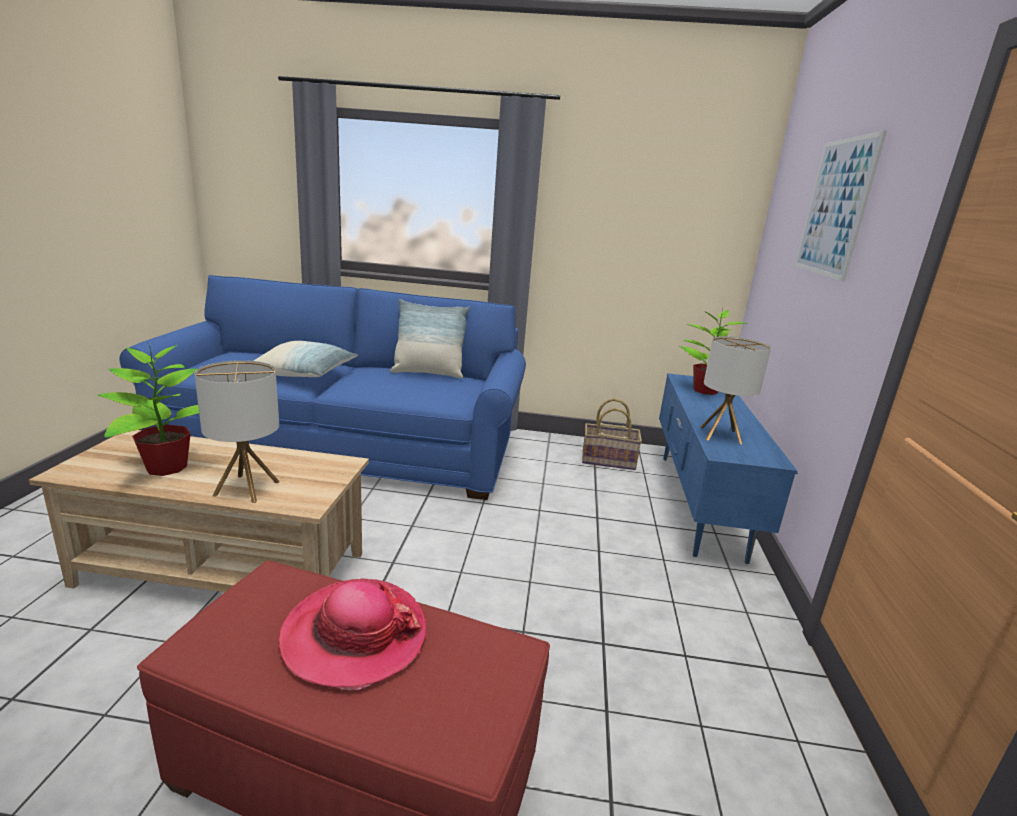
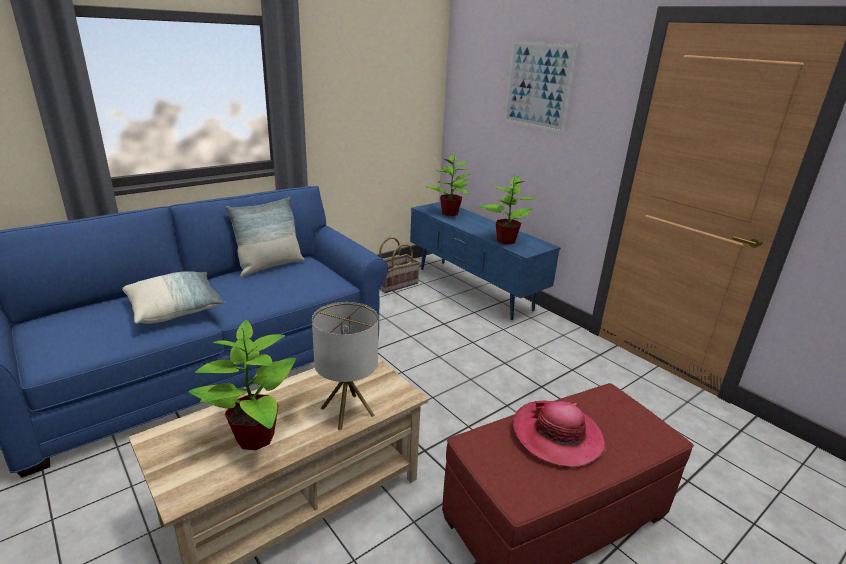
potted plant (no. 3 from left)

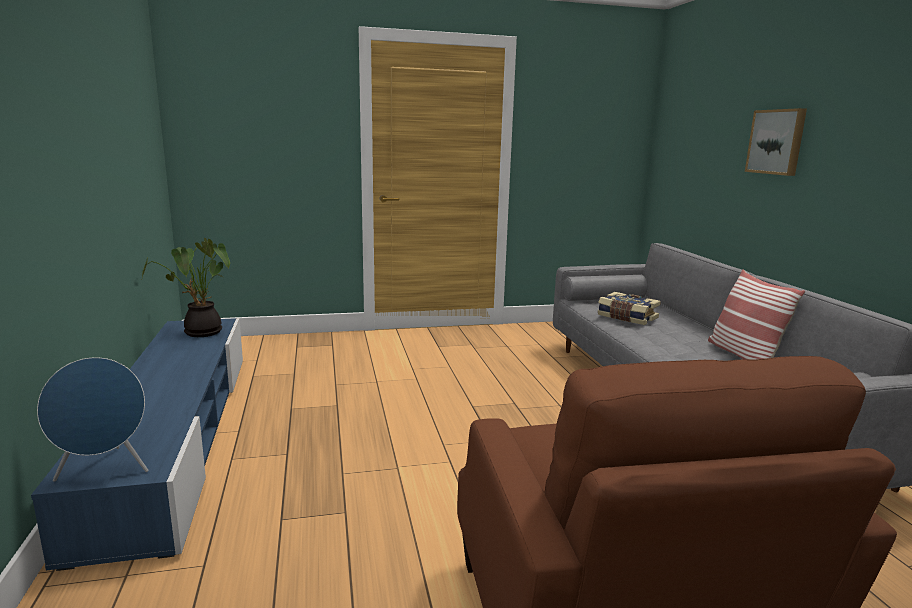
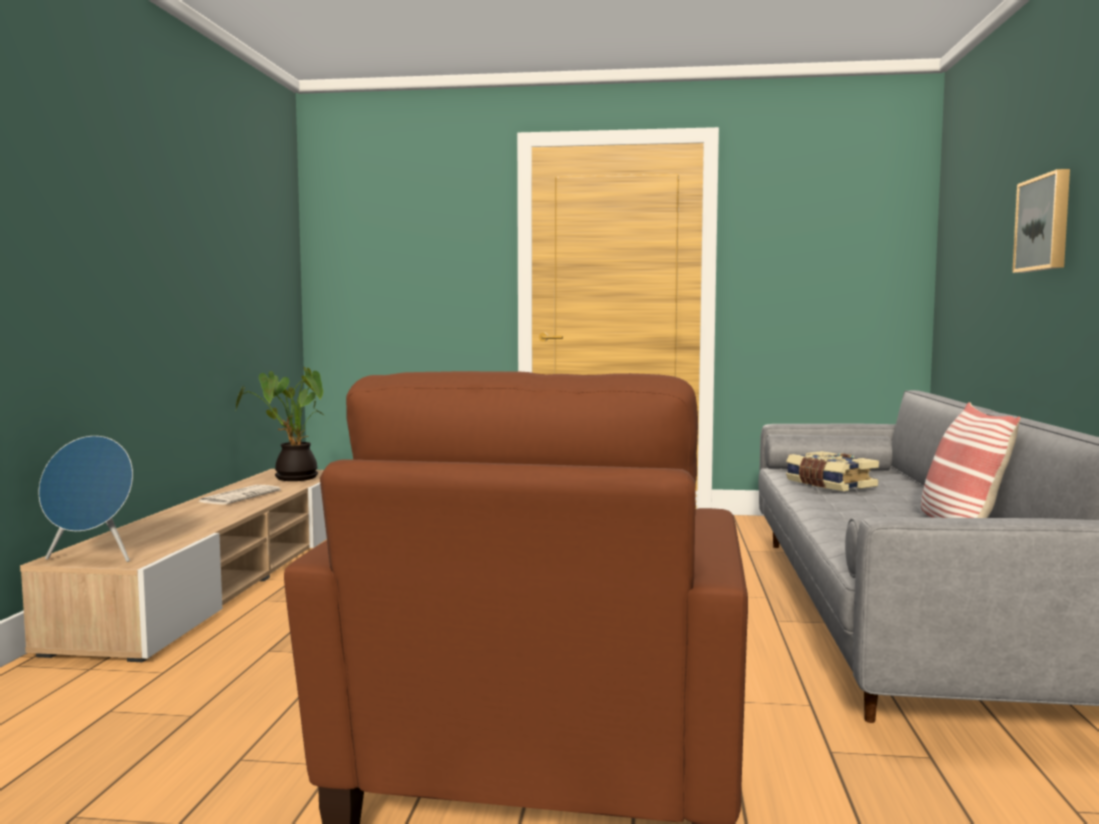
beige tv stand
newspaper

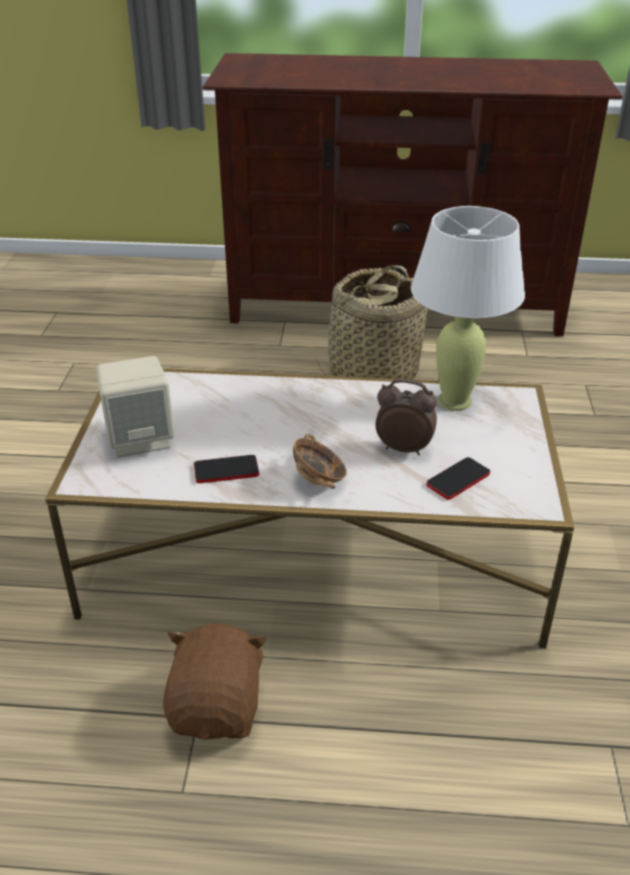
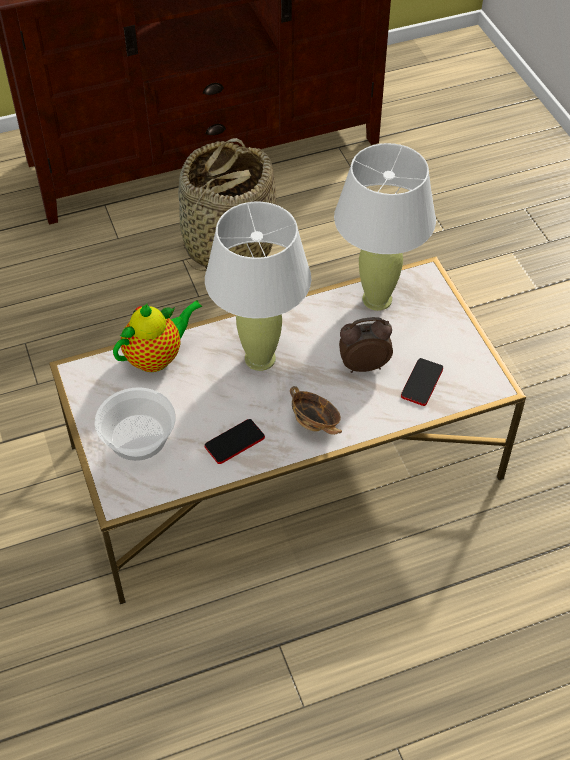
bowl (no. 1 from left)
teapot
white table lamp (no. 1 from left)
brown plush toy

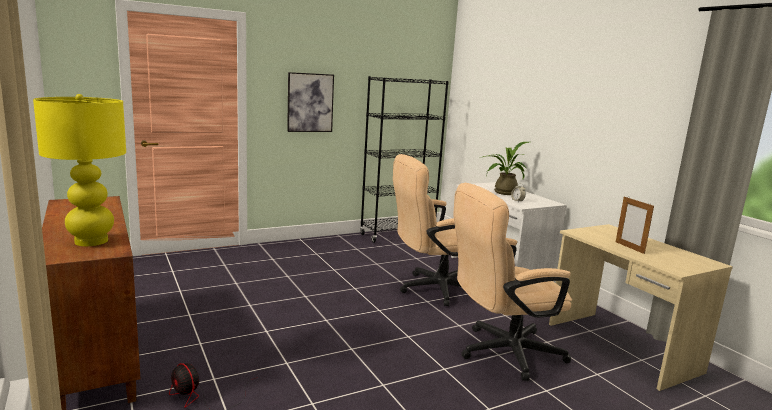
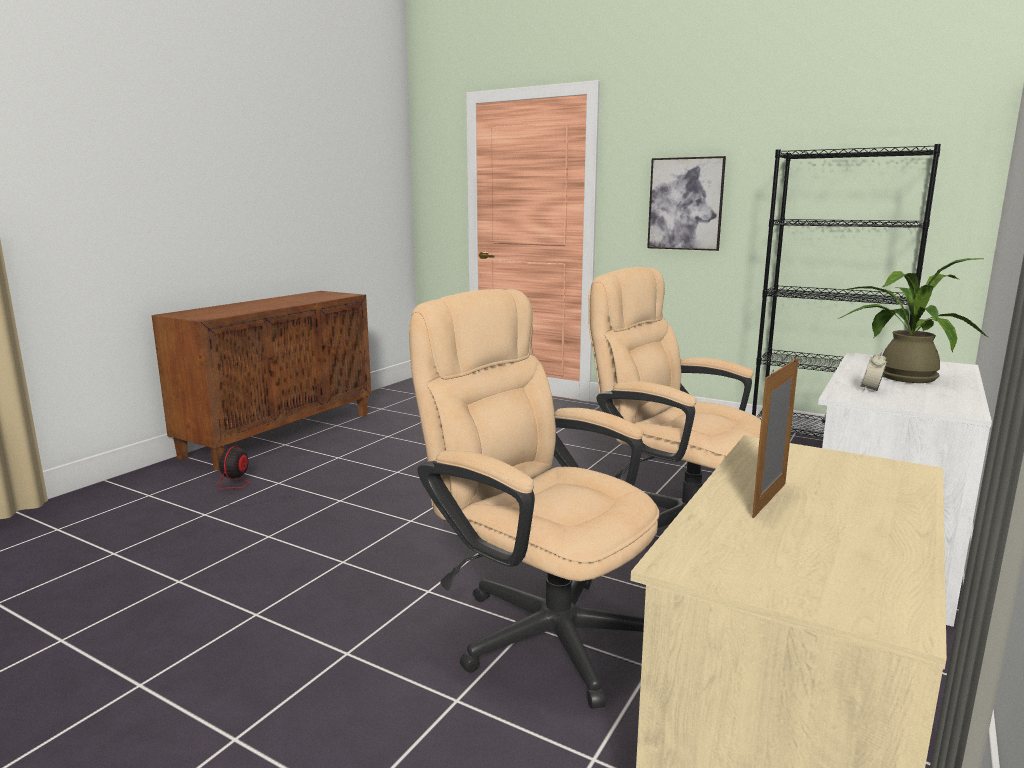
yellow table lamp

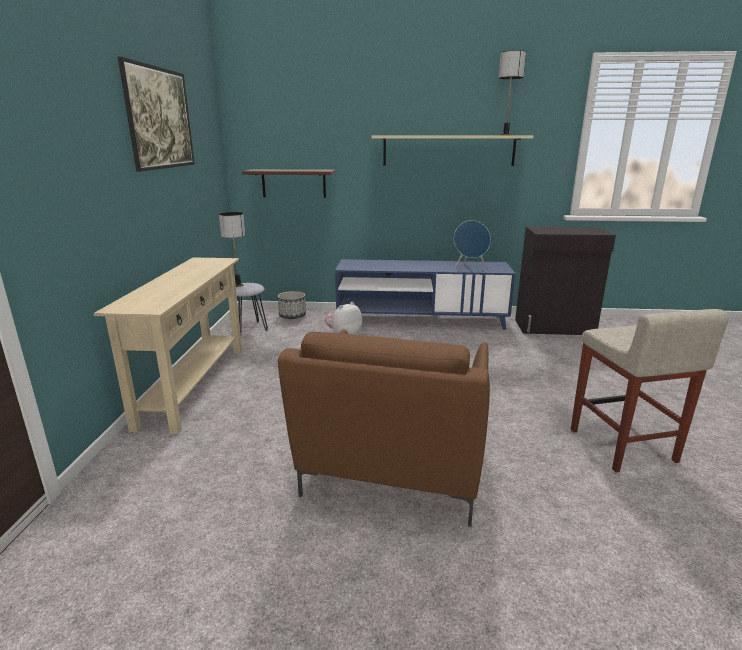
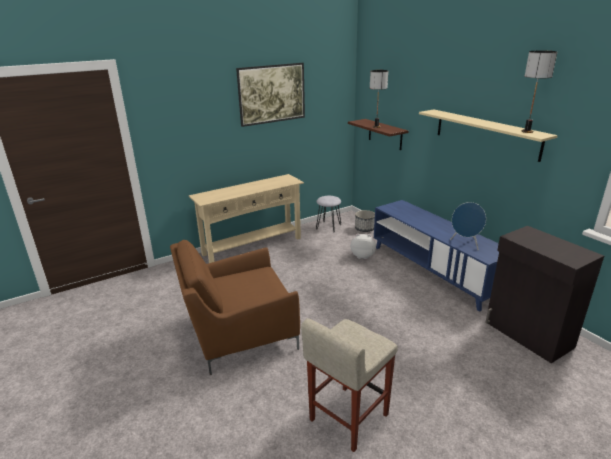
table lamp (no. 1 from left)

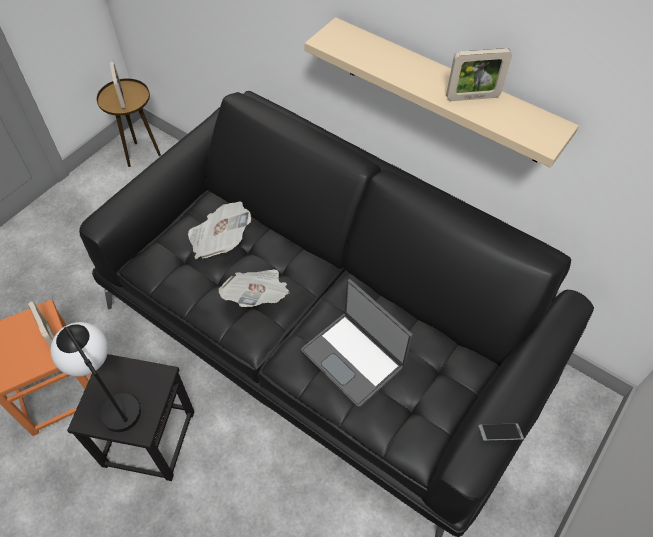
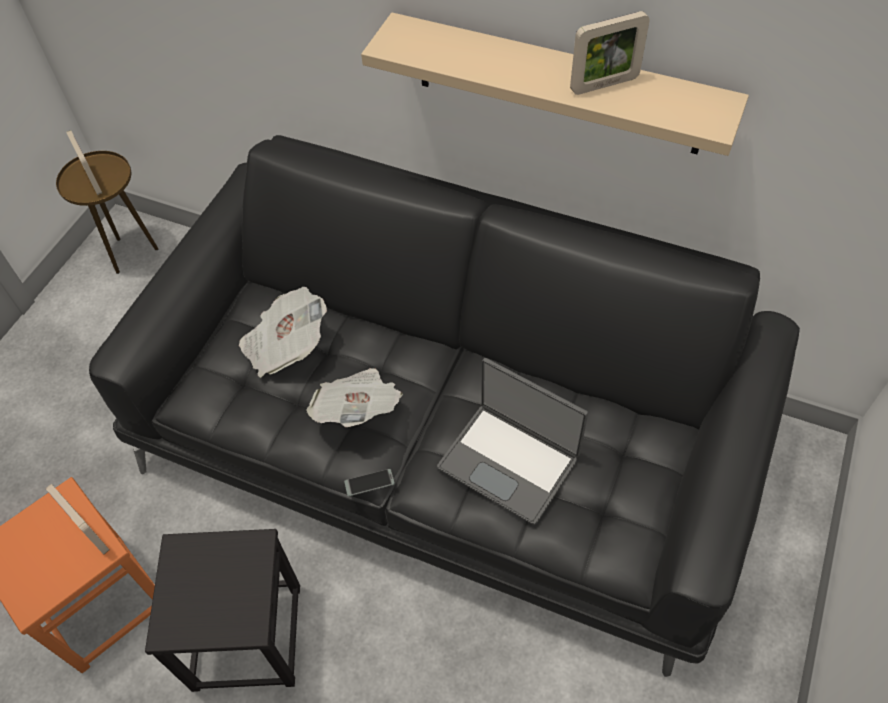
phone
table lamp

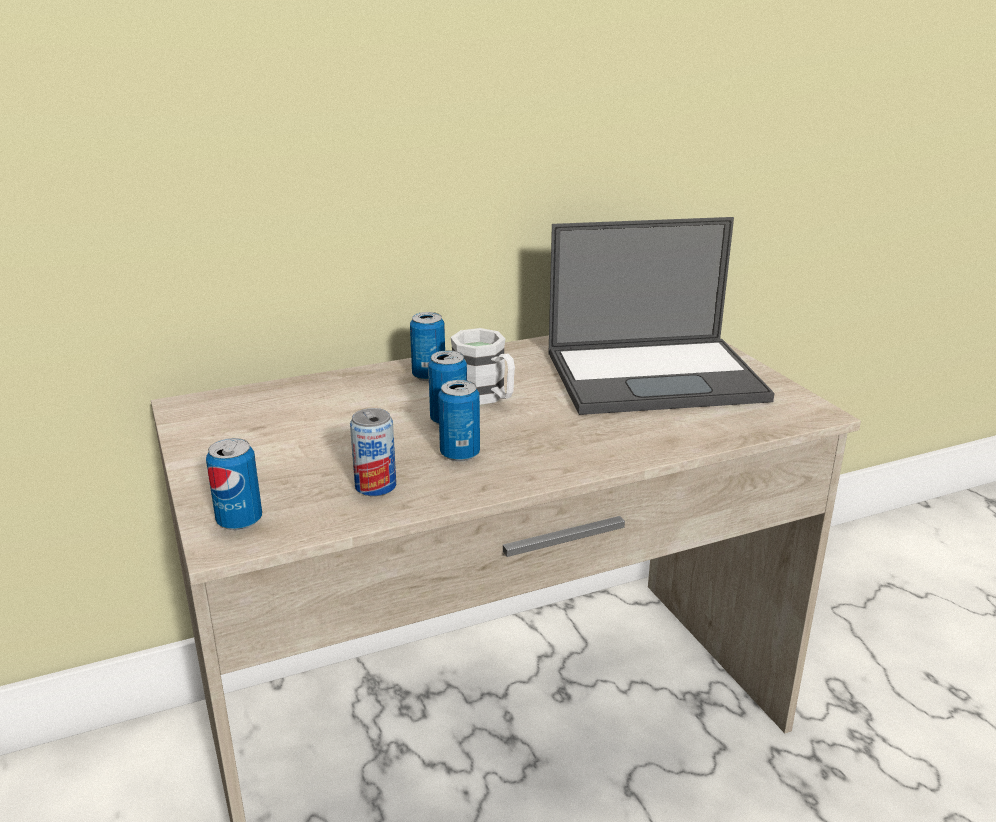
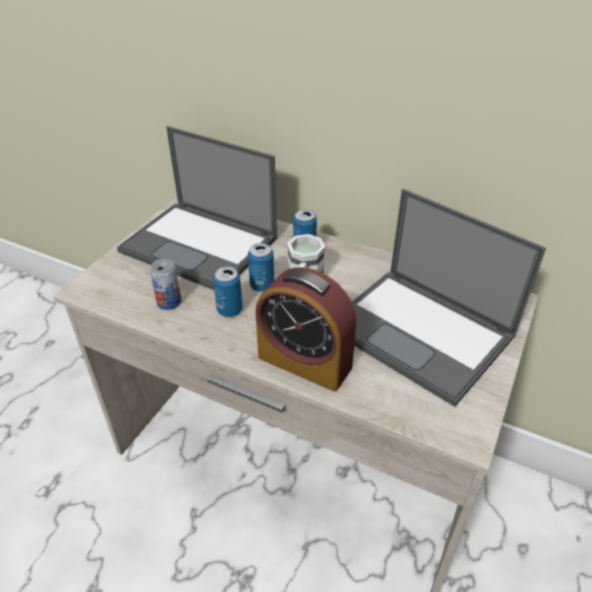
laptop (no. 1 from left)
alarm clock
can (no. 1 from left in the first image)

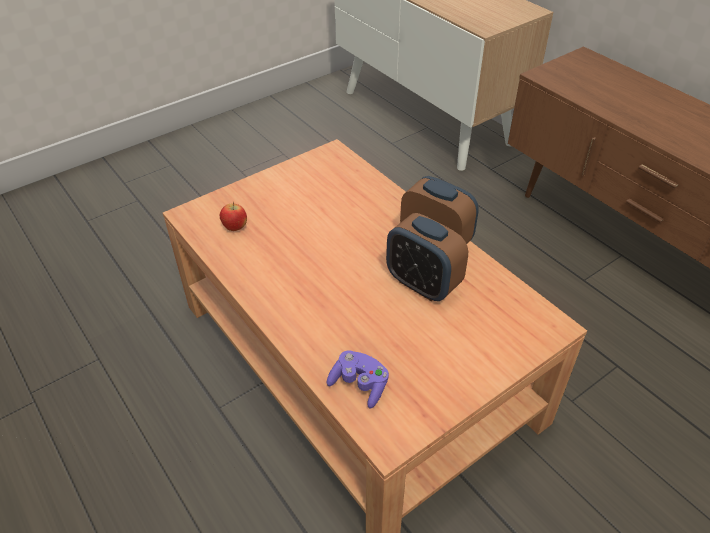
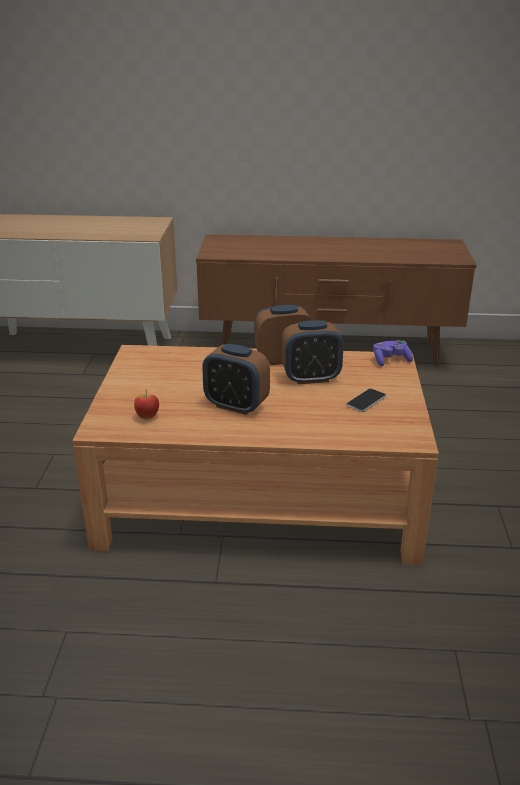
alarm clock (no. 1 from left)
phone
purple game controller

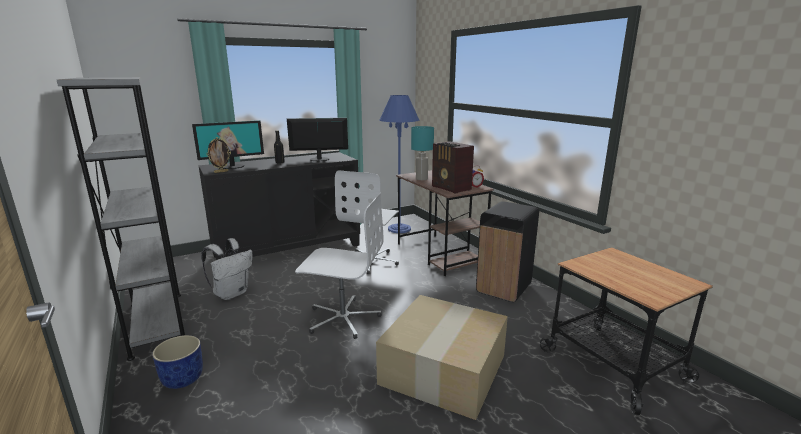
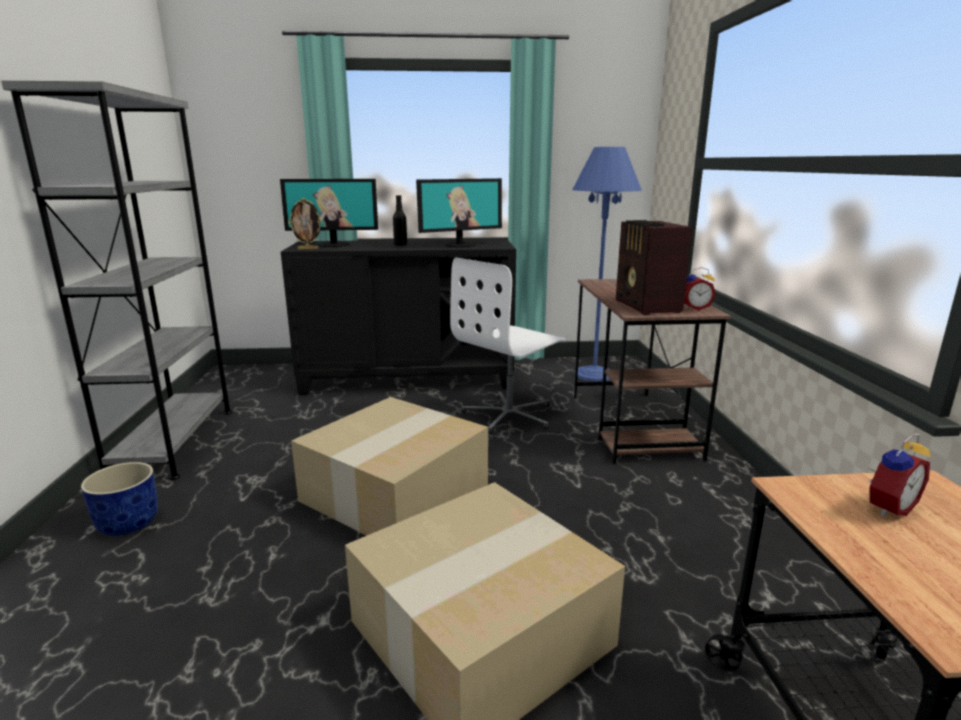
cardboard box (no. 1 from left)
monitor (no. 2 from left)
alarm clock (no. 2 from left)
white backpack
turquoise table lamp
black trash can

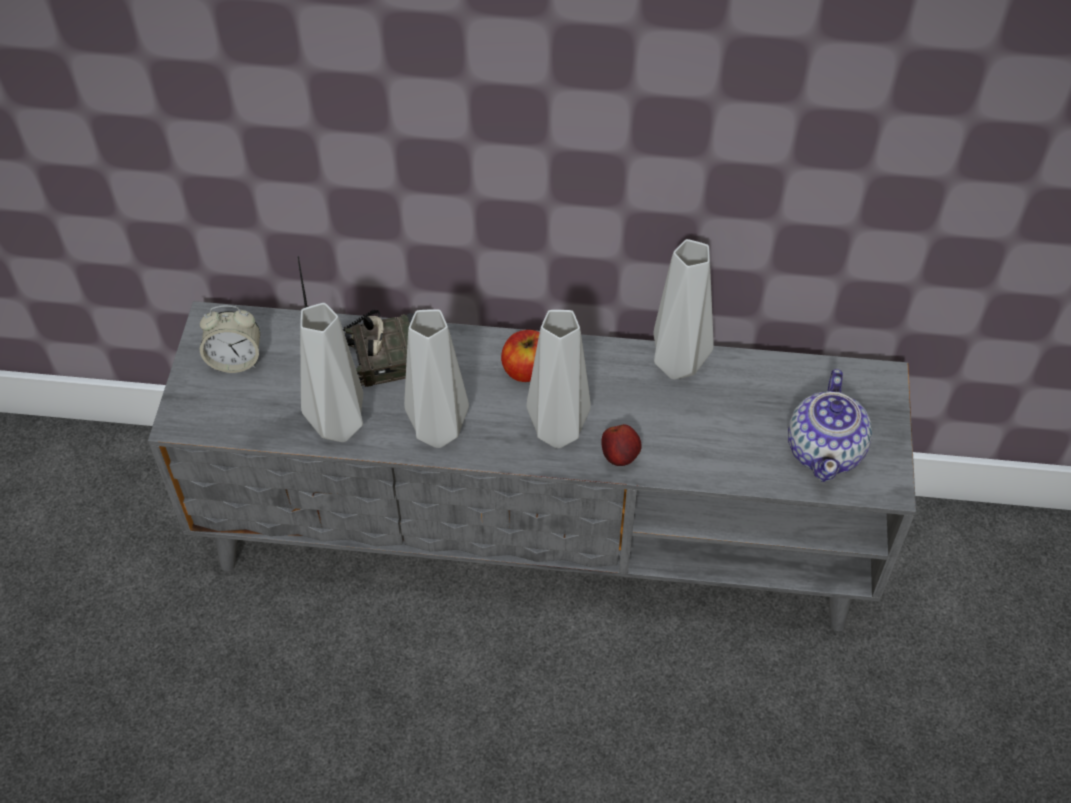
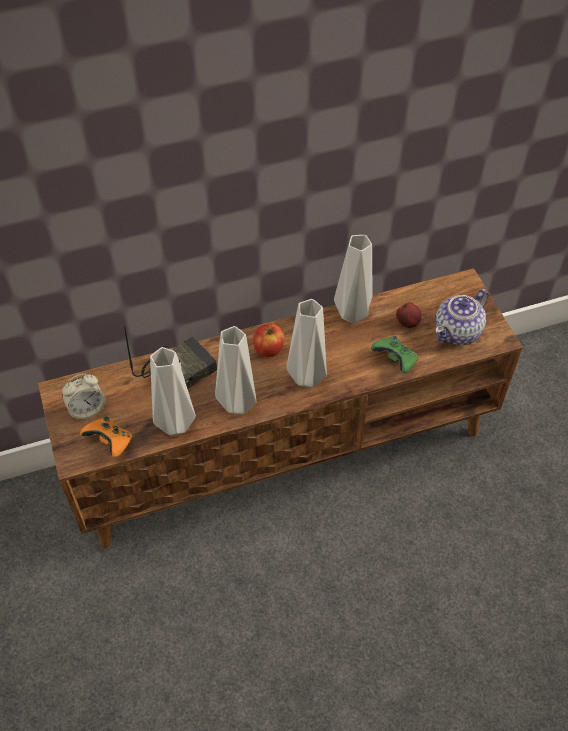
brown tv stand
orange game controller
green game controller
apple (no. 2 from left)
teapot

